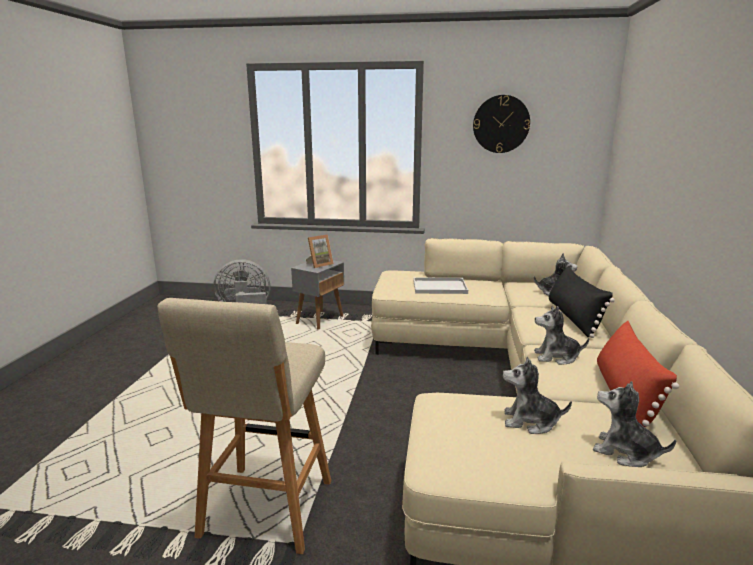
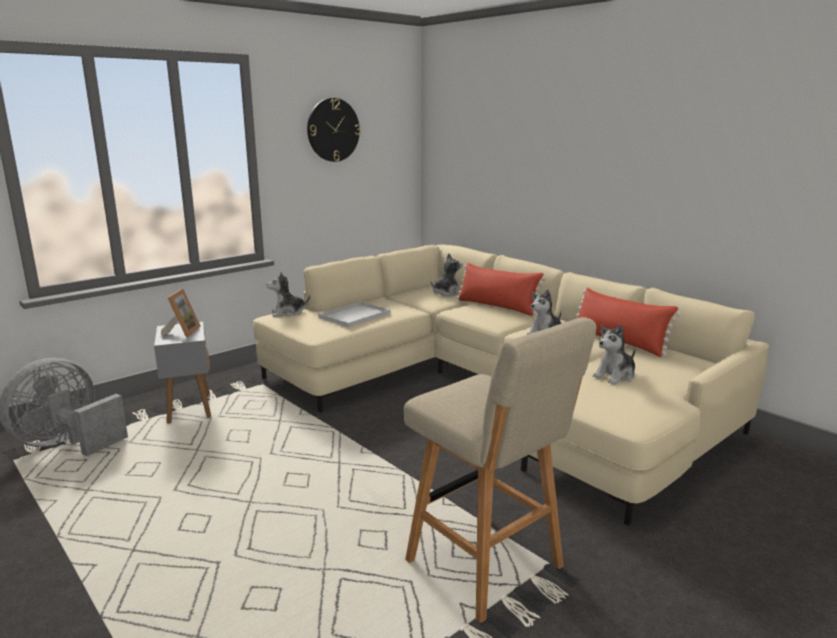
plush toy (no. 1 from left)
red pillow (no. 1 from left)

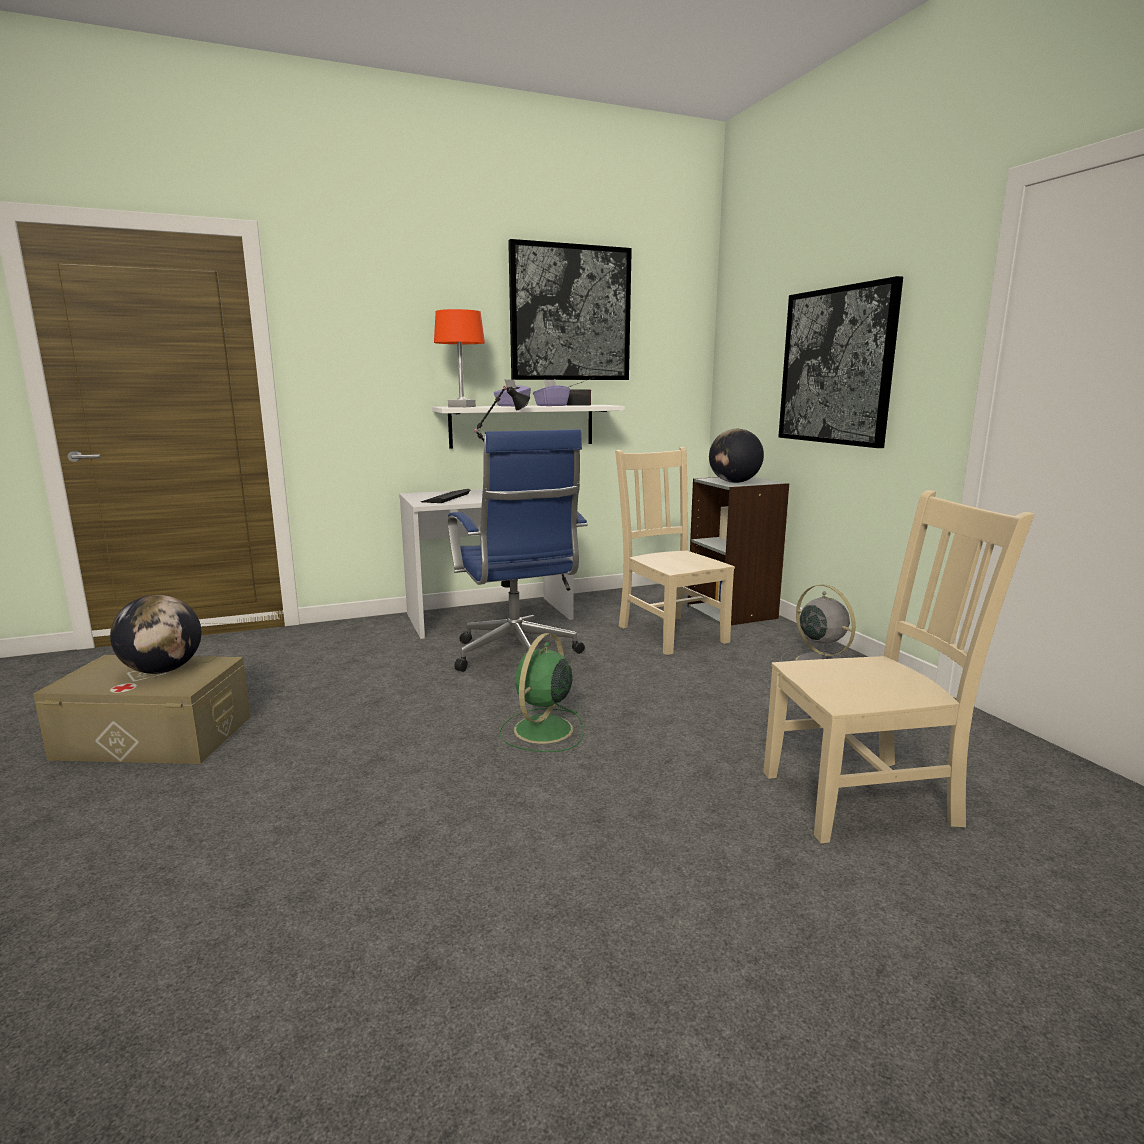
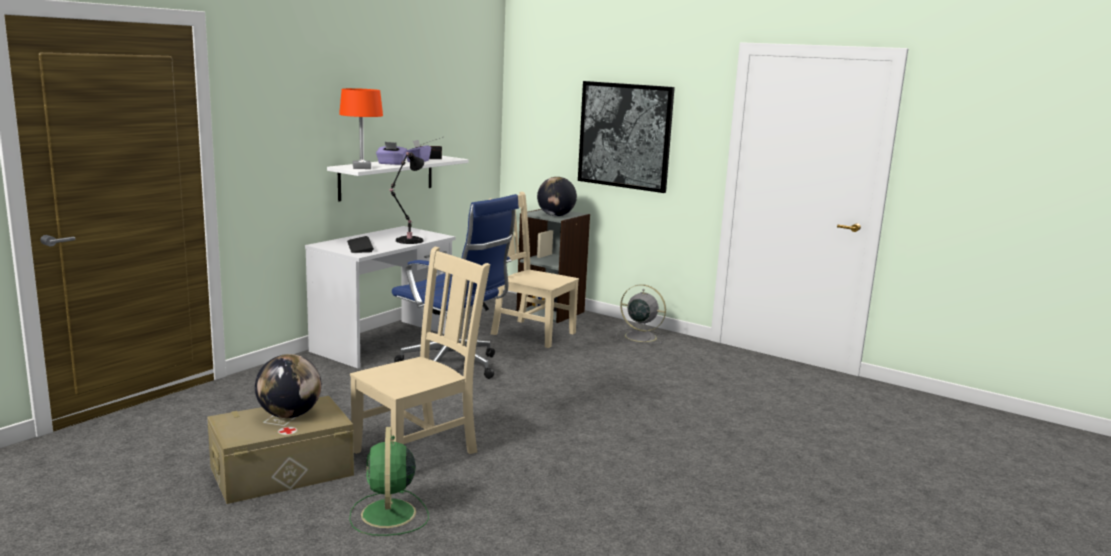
green fan
beige chair (no. 1 from left)
picture (no. 1 from left in the first image)

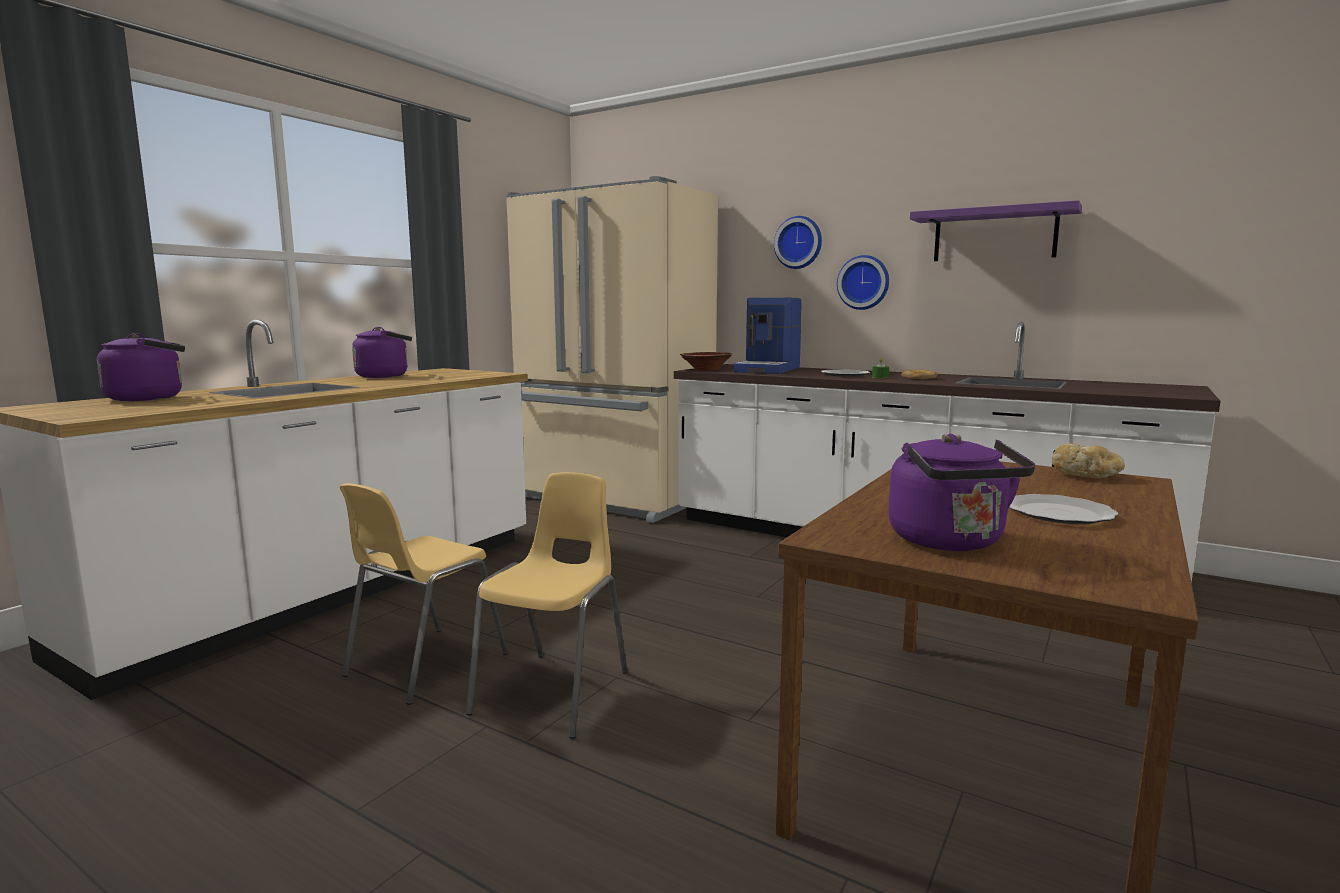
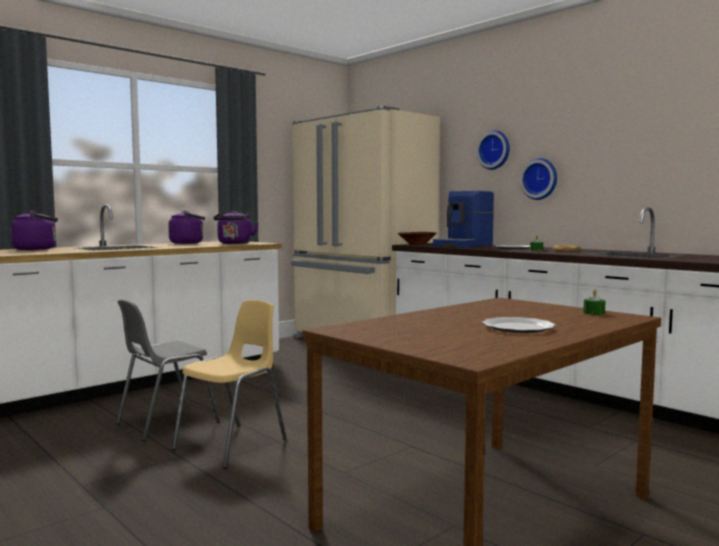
grey chair
purple kettle (no. 3 from left)
green candle (no. 2 from left)
purple shelf

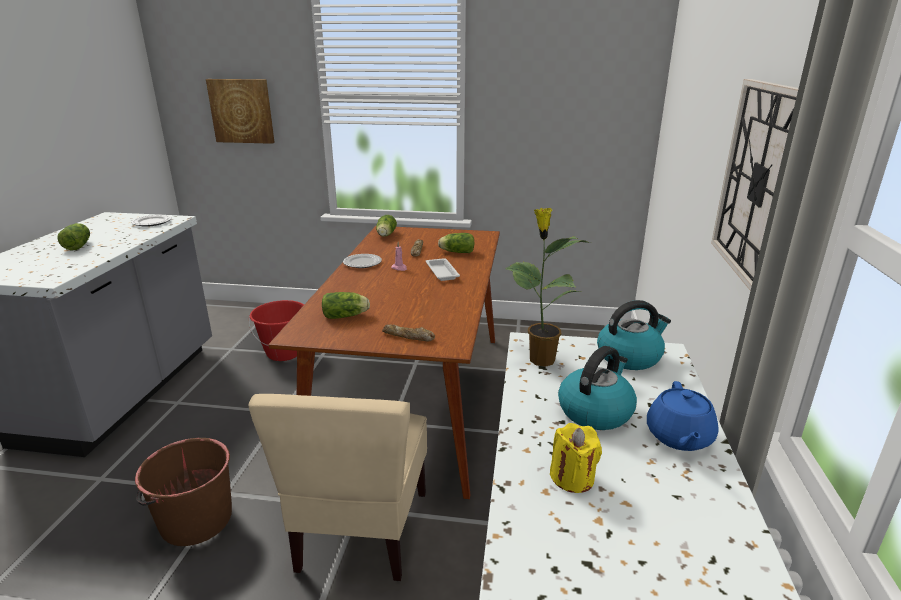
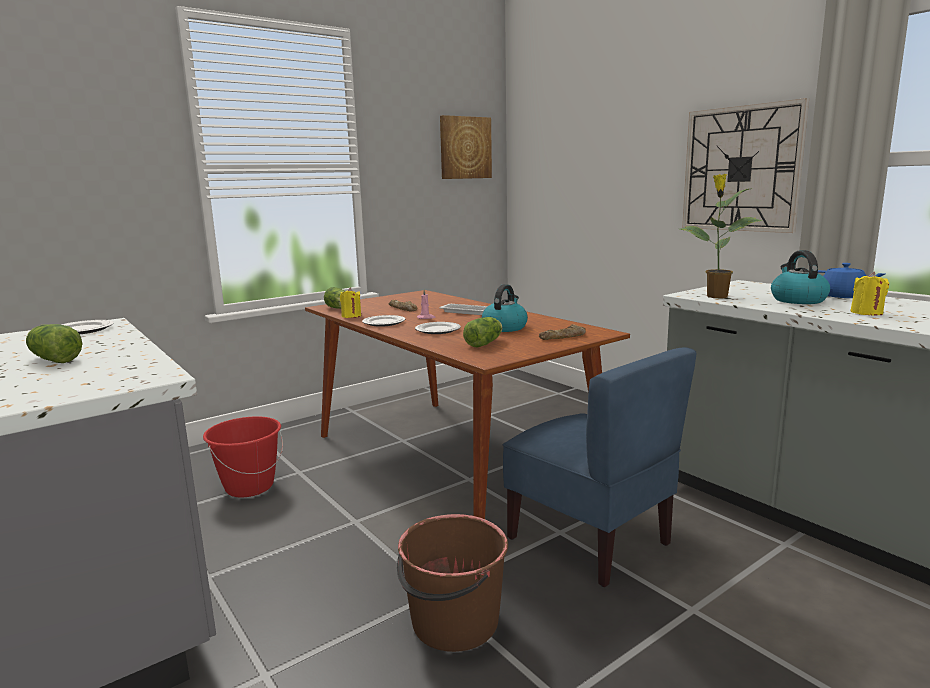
yellow candle (no. 1 from left)
plate (no. 3 from left)
picture
kettle (no. 1 from left)
blue chair
lettuce (no. 4 from left in the first image)

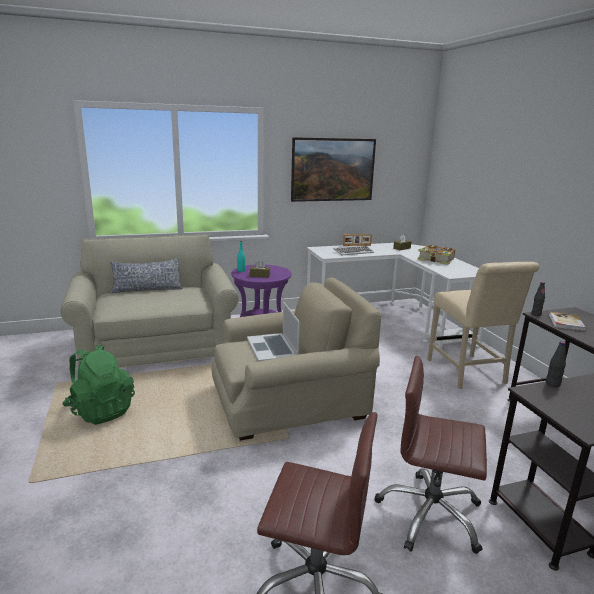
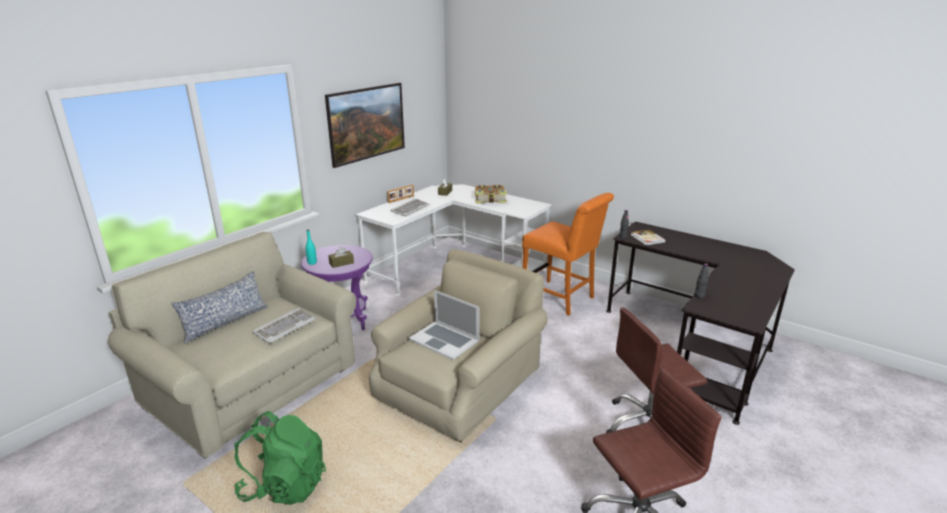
keyboard (no. 1 from left)
orange chair

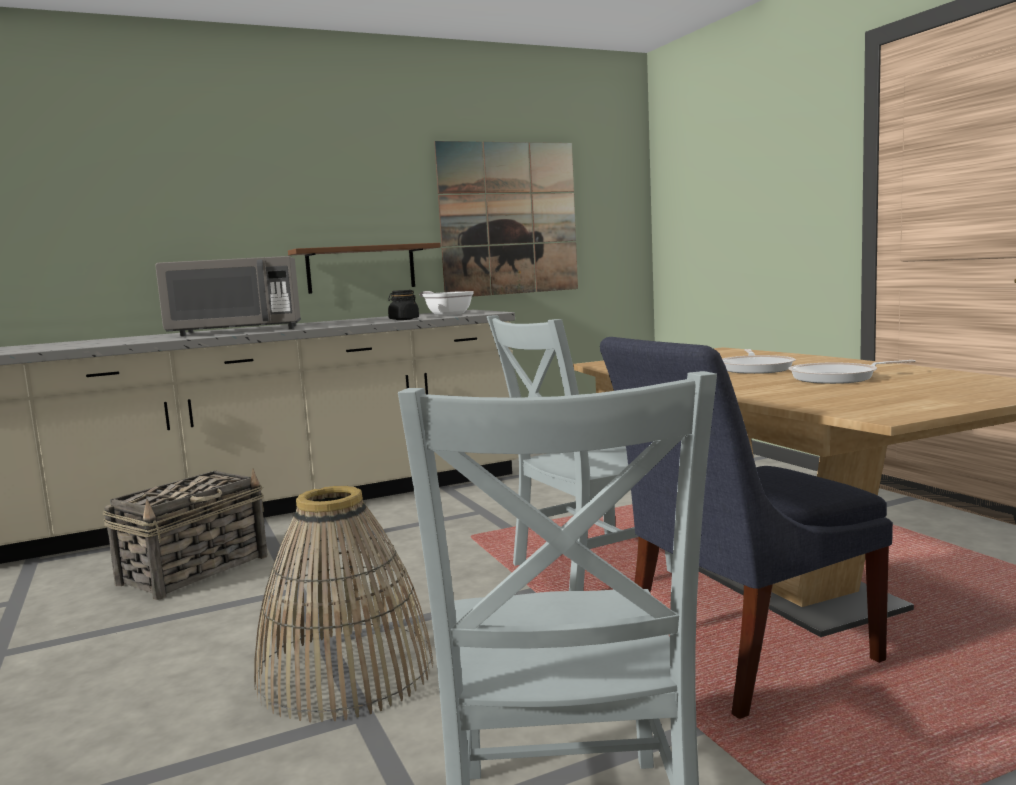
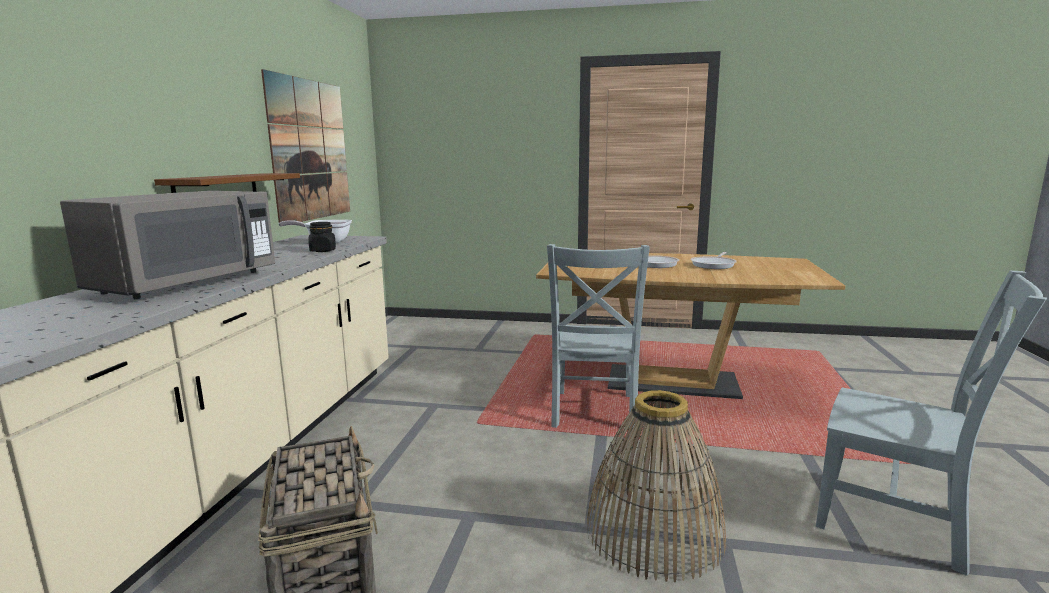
blue chair

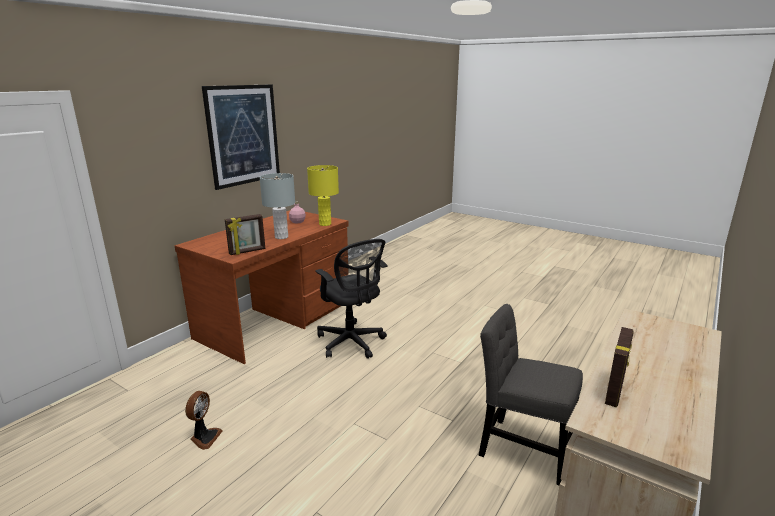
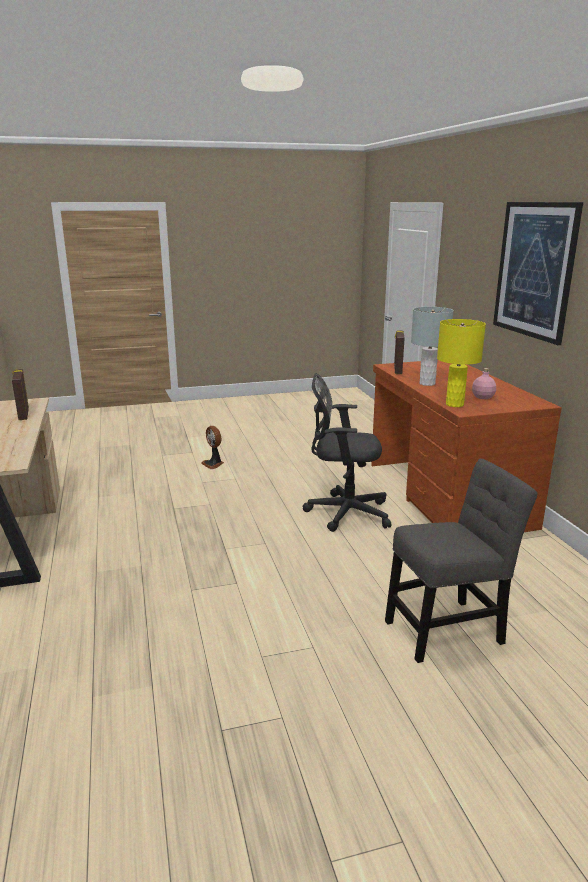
fan
grey chair

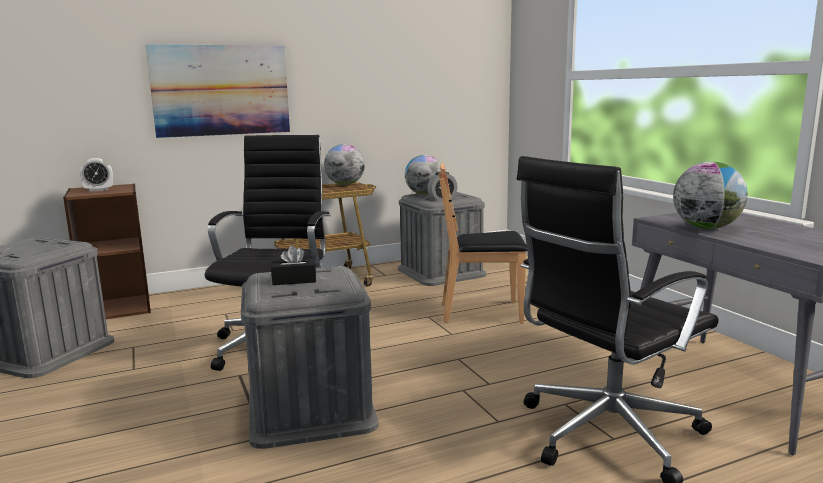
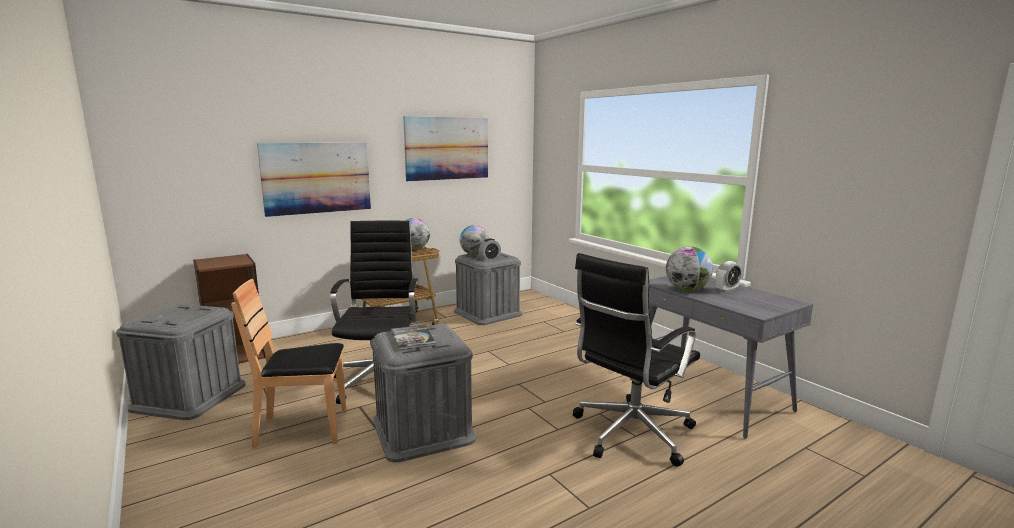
brown chair
book
picture (no. 2 from left)
alarm clock (no. 2 from left)

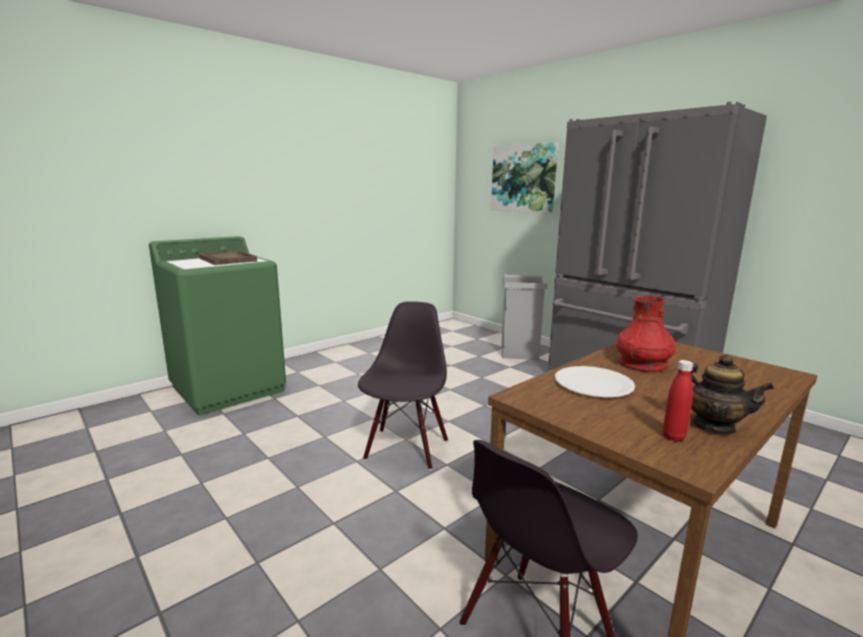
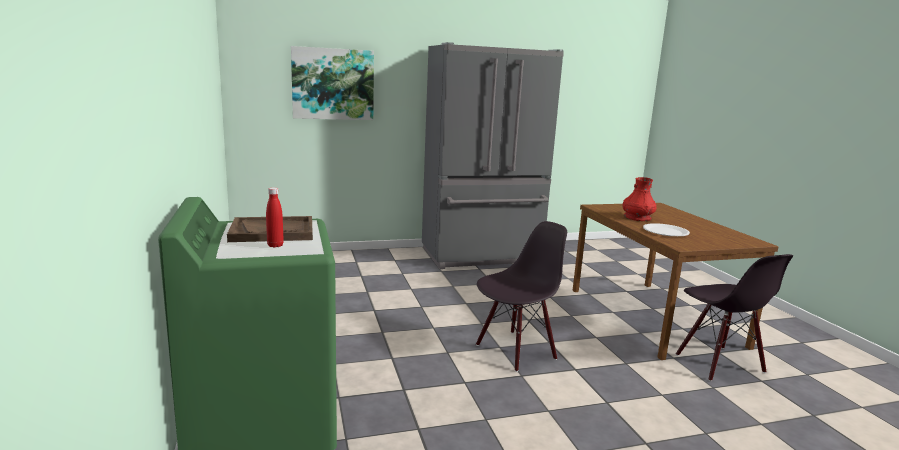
red bottle
black chair (no. 1 from left)
grey trash can
teapot

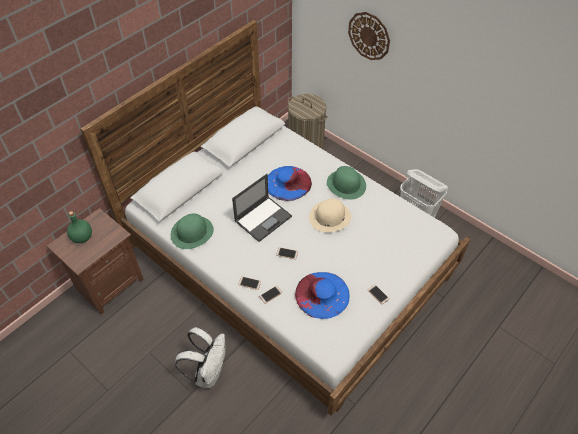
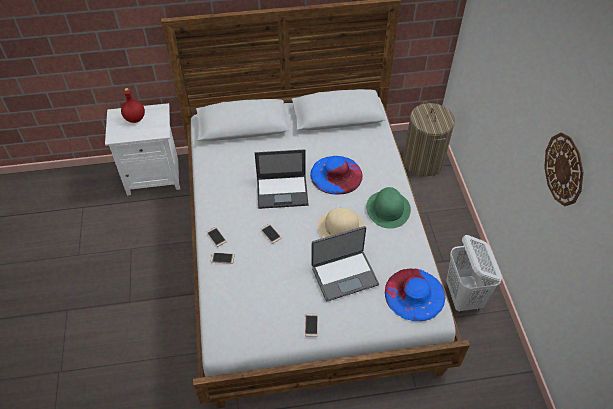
white nightstand
red bottle
laptop (no. 2 from left)
blue hat (no. 2 from left)
wall clock
green hat (no. 1 from left in the first image)
white backpack

